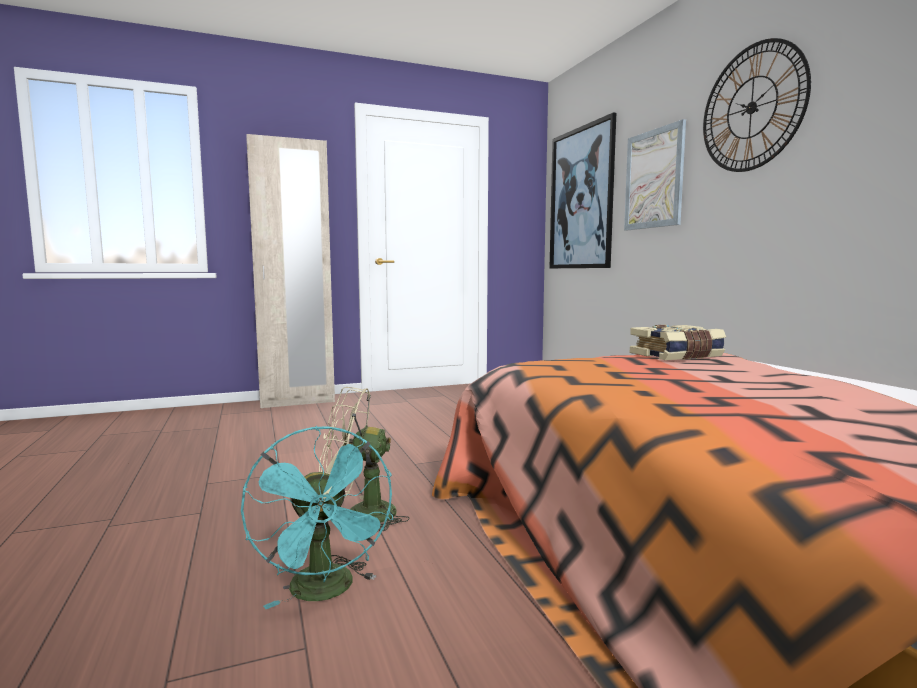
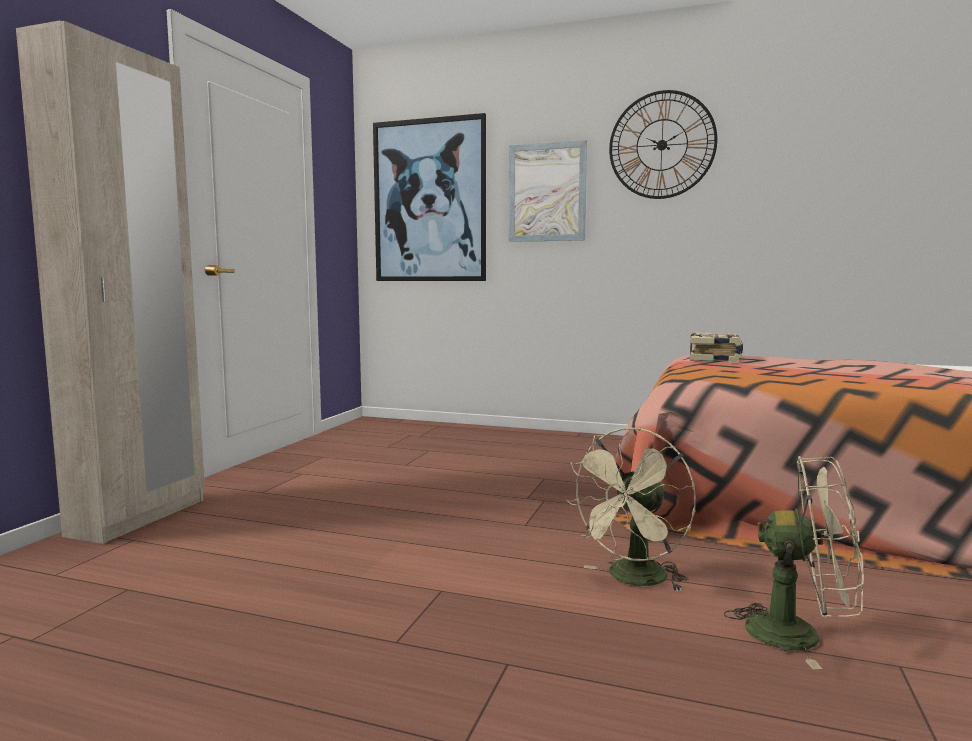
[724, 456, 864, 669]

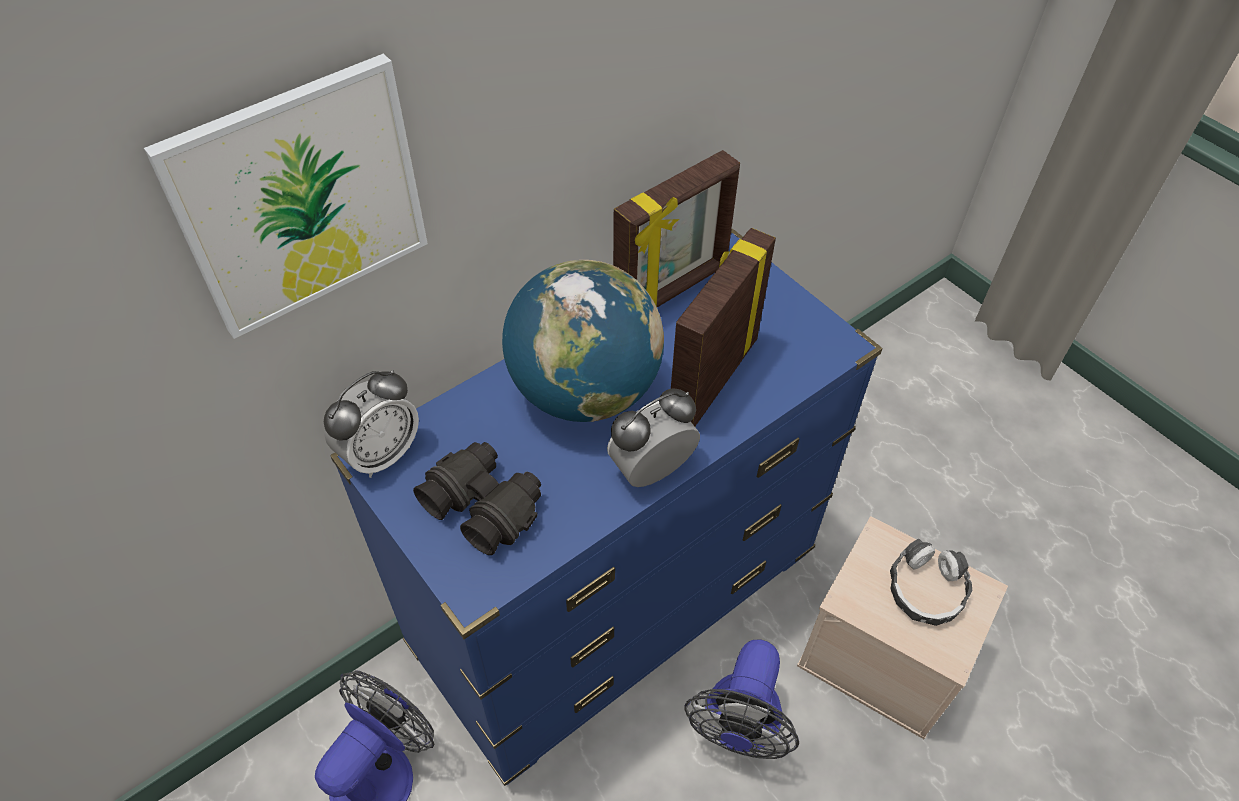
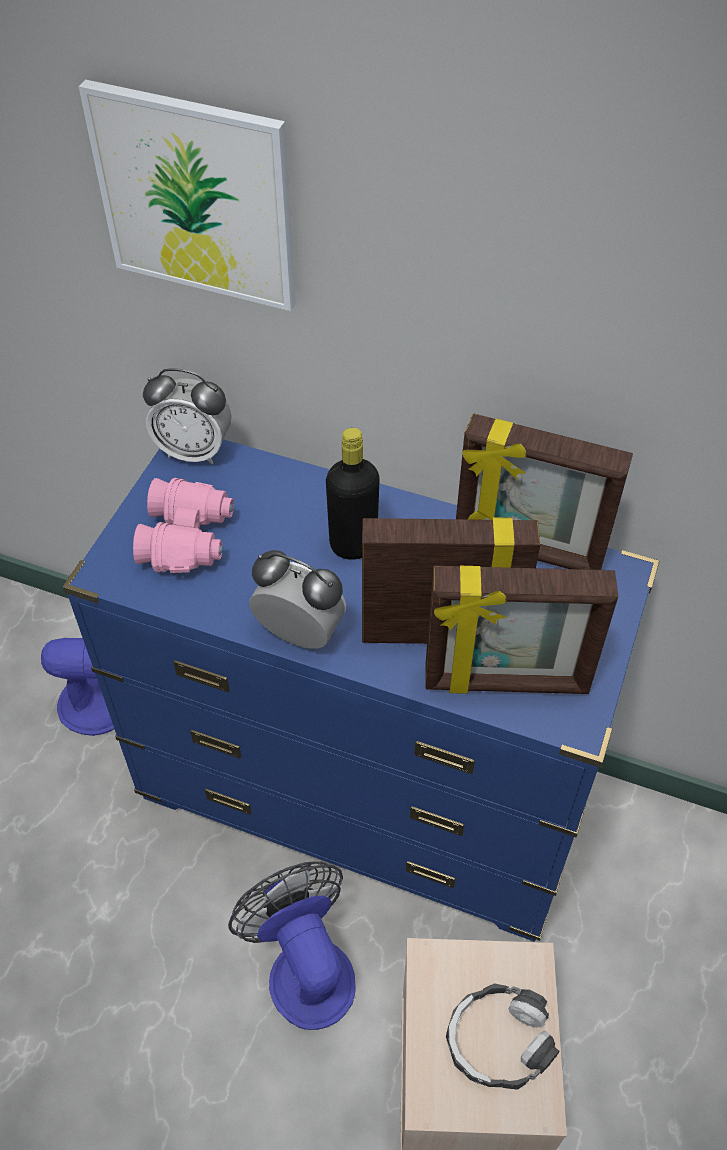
[133, 478, 234, 573]
[326, 428, 380, 560]
[228, 861, 356, 1030]
[425, 566, 618, 694]

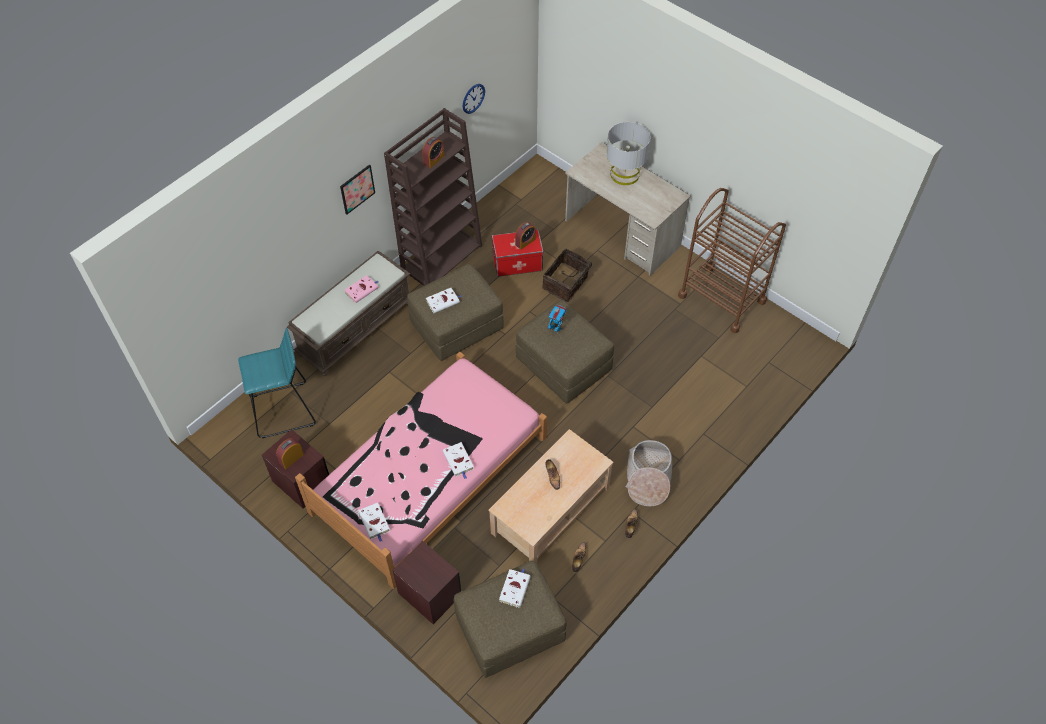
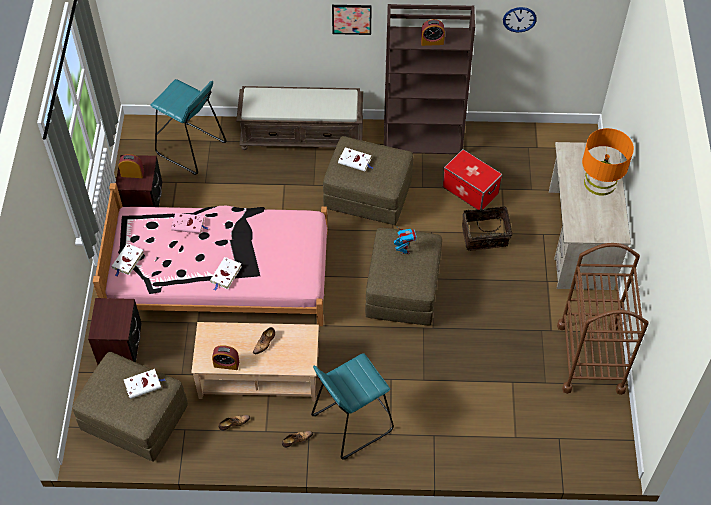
[171, 213, 209, 234]
[212, 345, 239, 370]
[582, 128, 634, 196]
[311, 353, 394, 459]

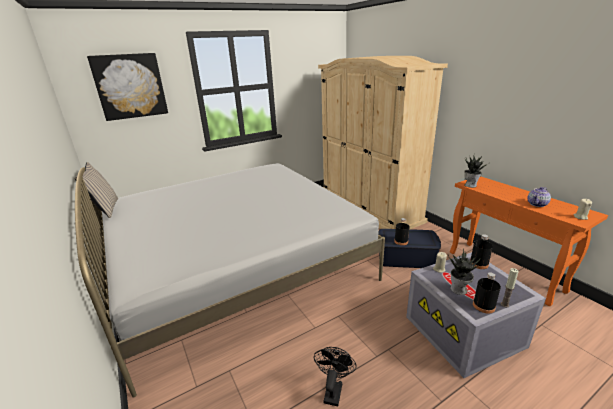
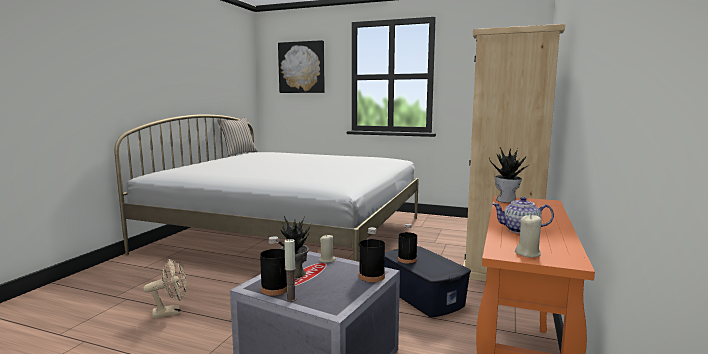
[143, 259, 187, 319]

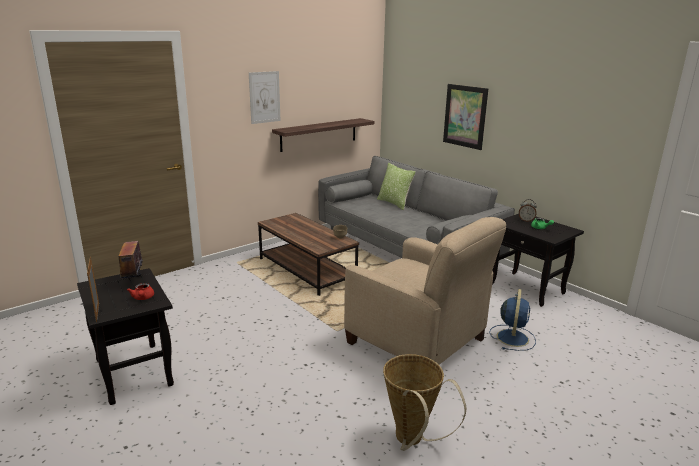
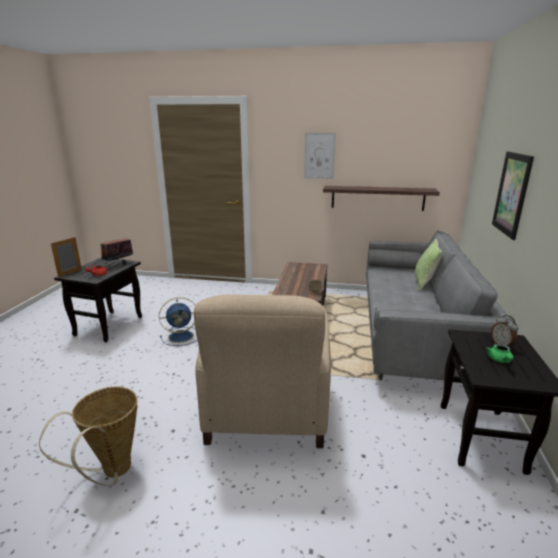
[159, 297, 197, 346]

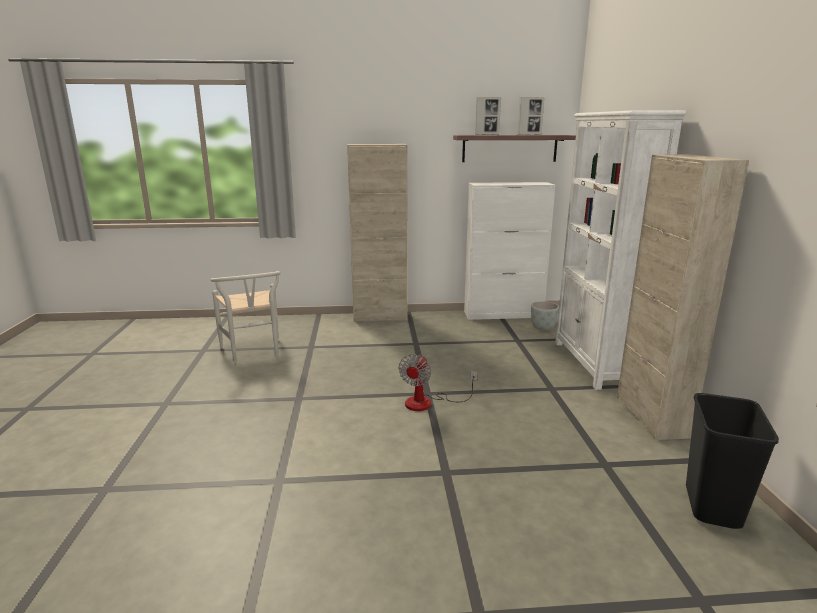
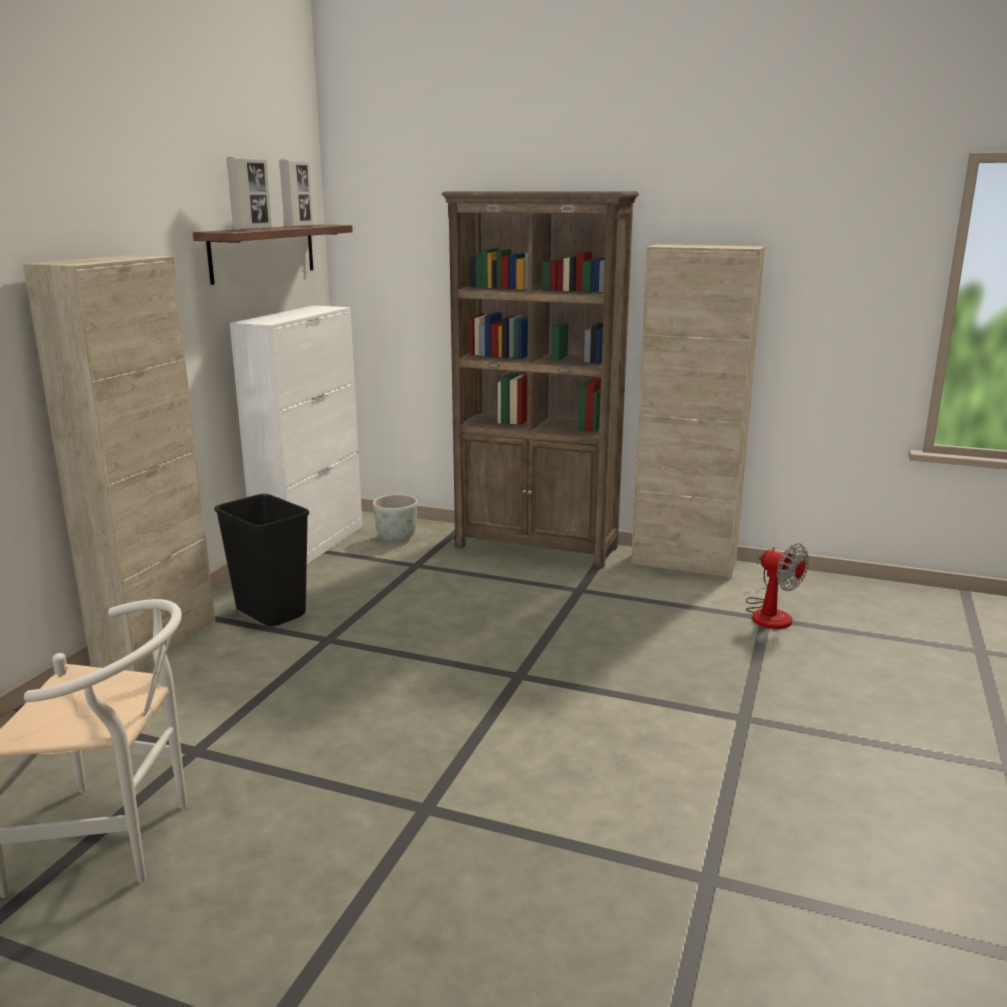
[746, 543, 809, 629]
[442, 191, 639, 568]
[215, 494, 309, 626]

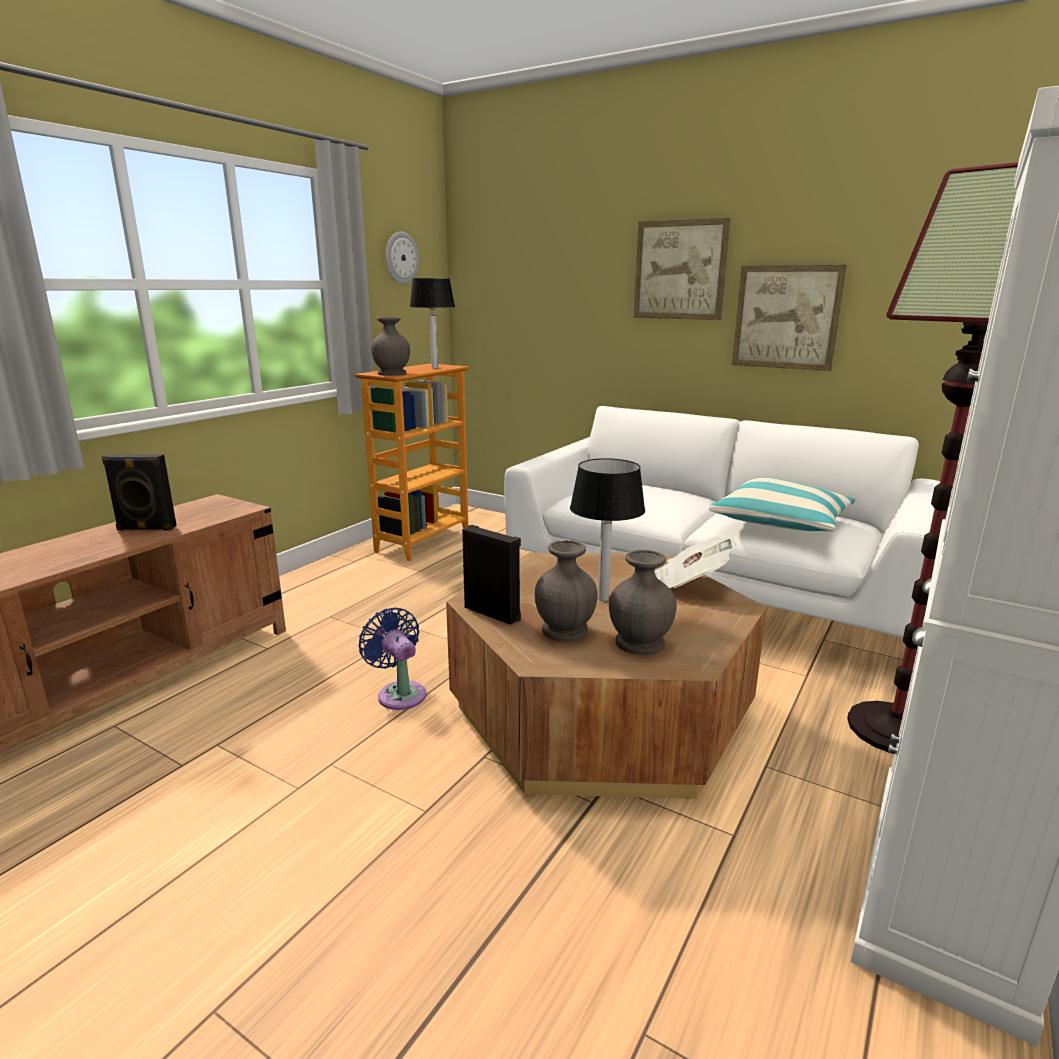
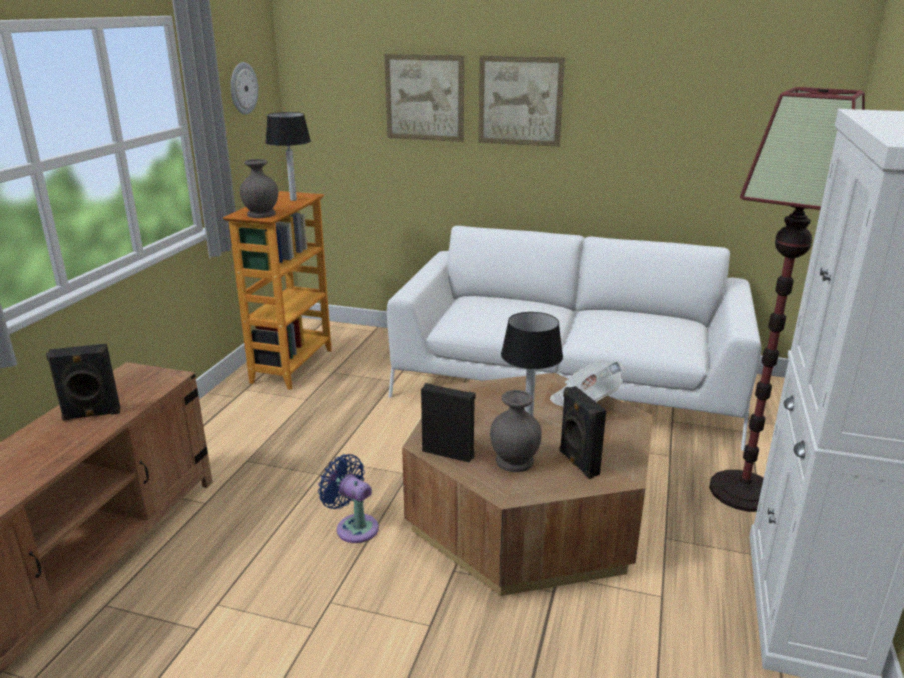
[559, 386, 606, 479]
[709, 477, 855, 531] (first image)
[384, 54, 464, 142]

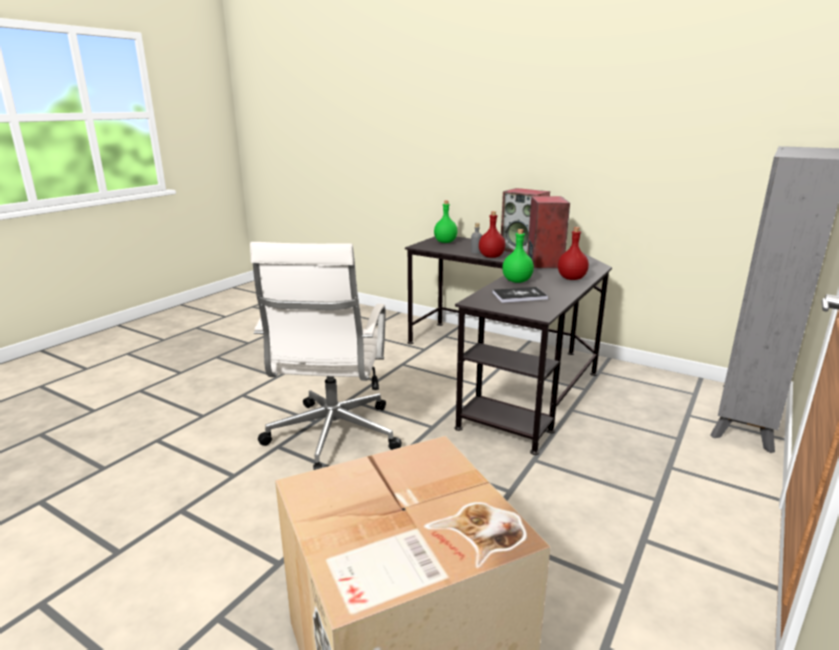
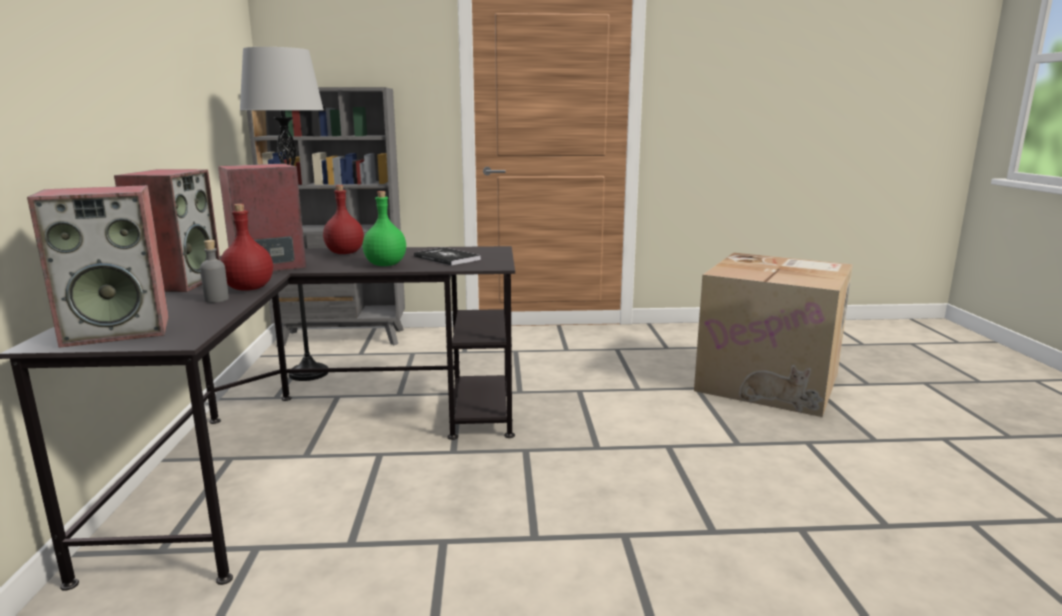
[250, 242, 402, 470] (first image)
[27, 185, 169, 348]
[240, 47, 329, 381]

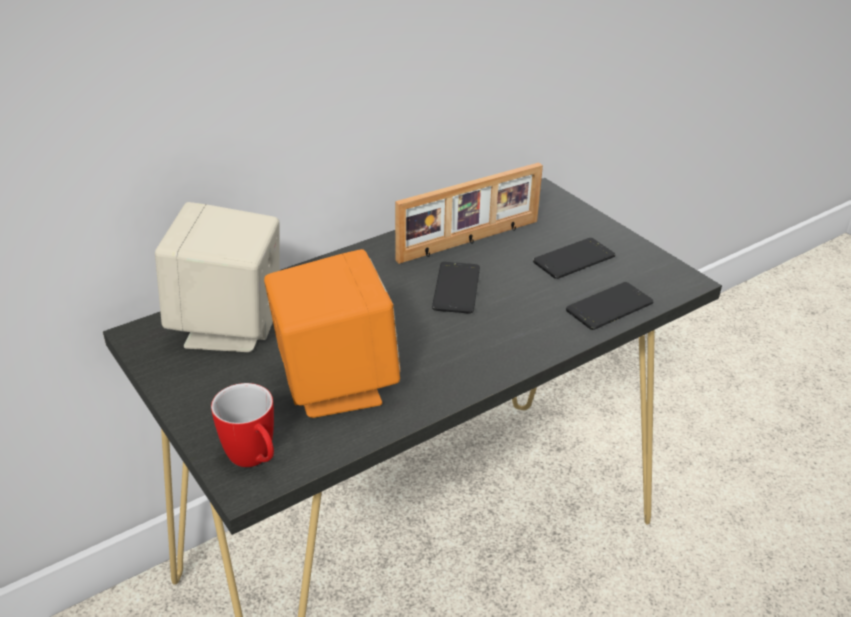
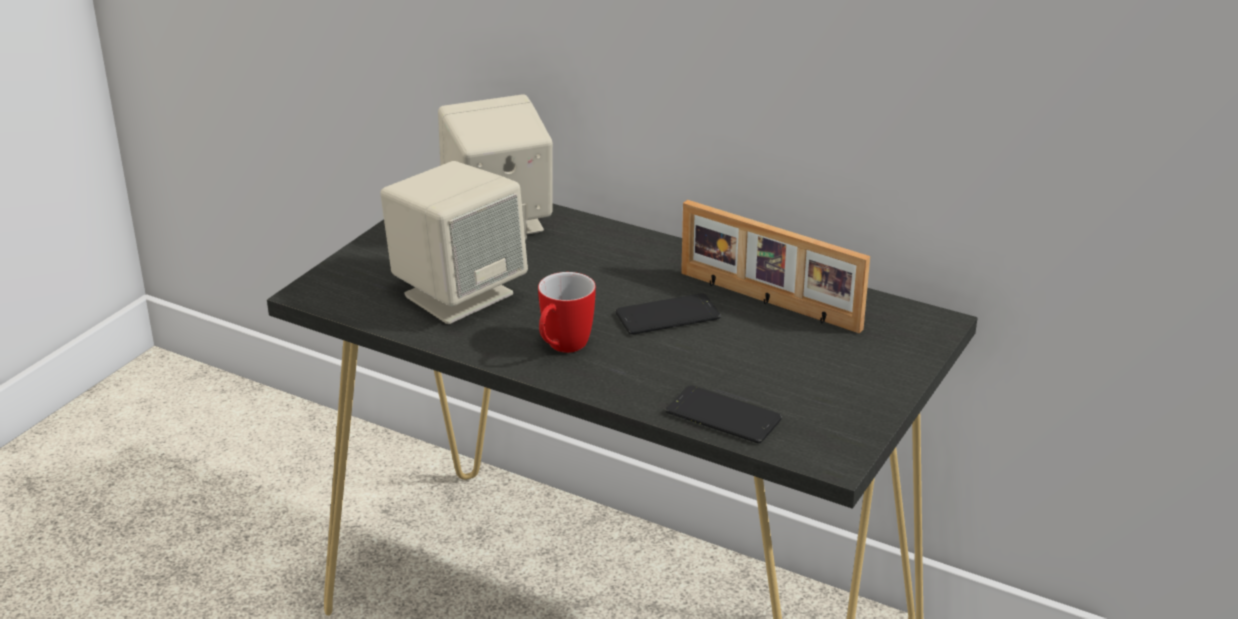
[538, 272, 596, 353]
[380, 161, 528, 324]
[533, 238, 615, 279] (first image)

